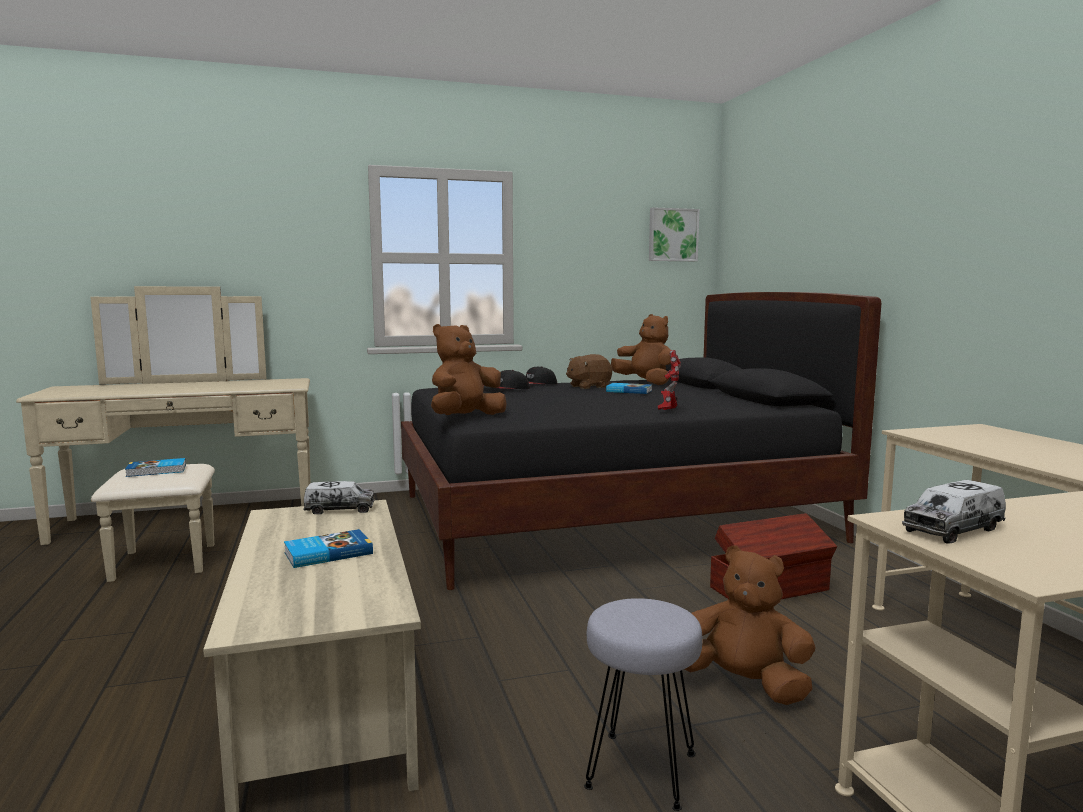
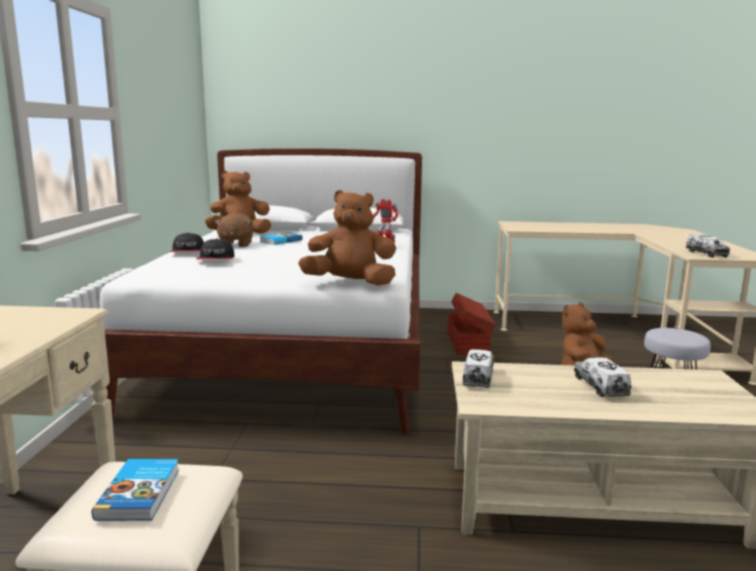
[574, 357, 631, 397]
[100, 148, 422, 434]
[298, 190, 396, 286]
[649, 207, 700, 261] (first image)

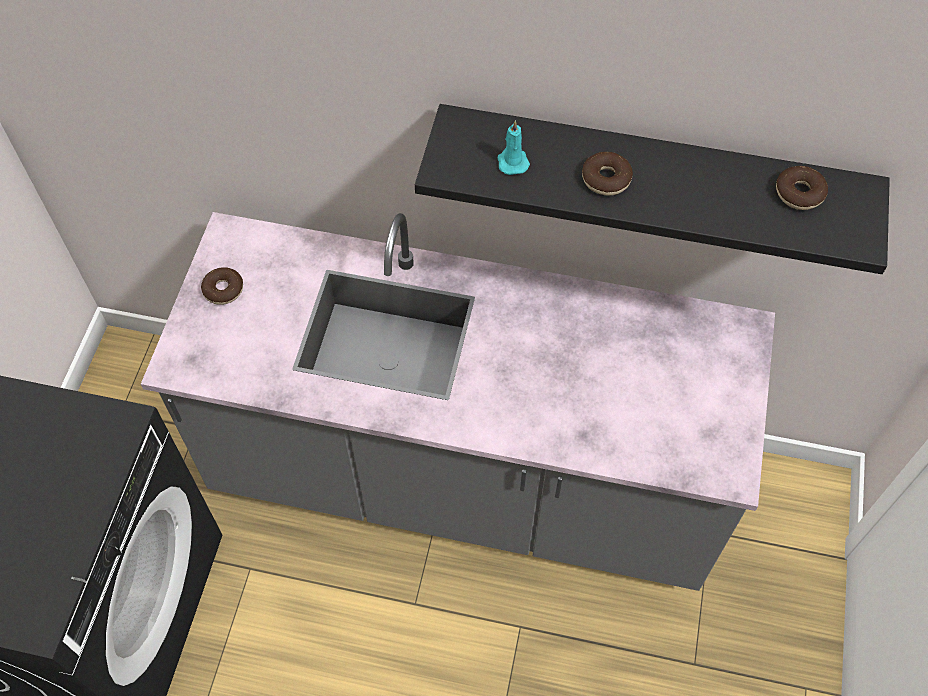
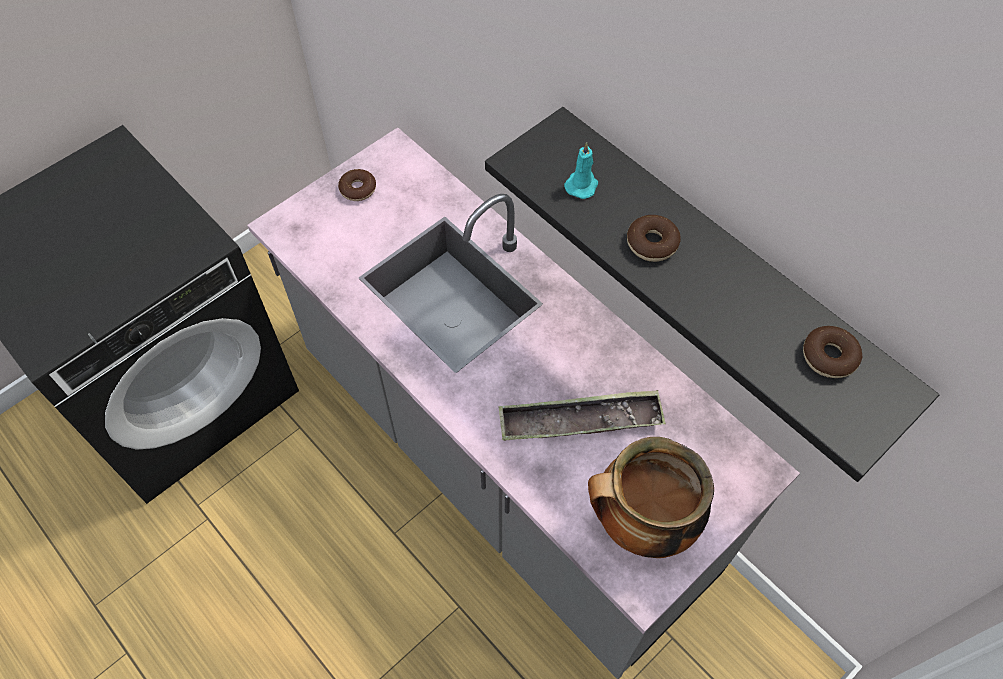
[498, 390, 666, 441]
[588, 437, 714, 558]

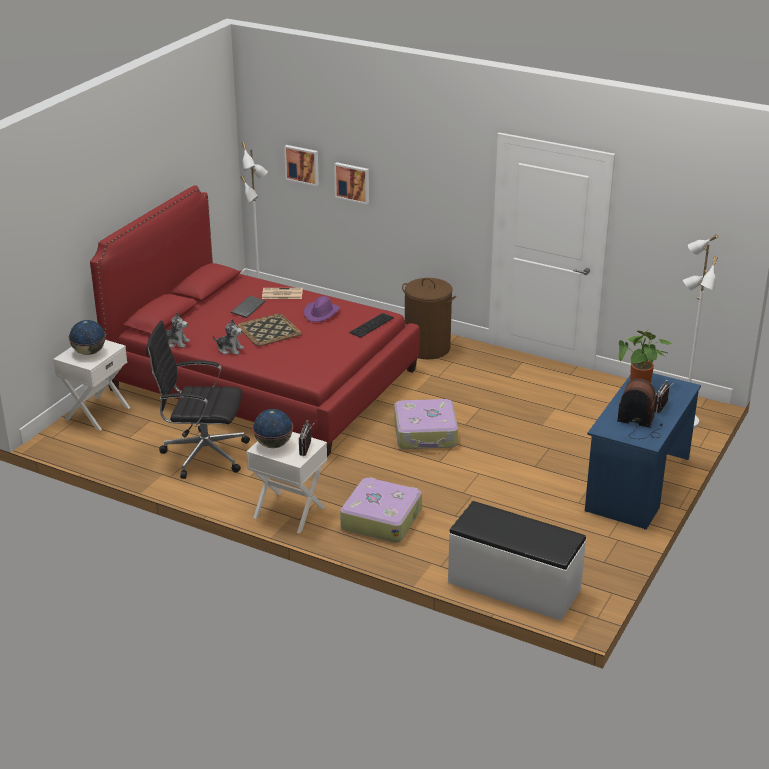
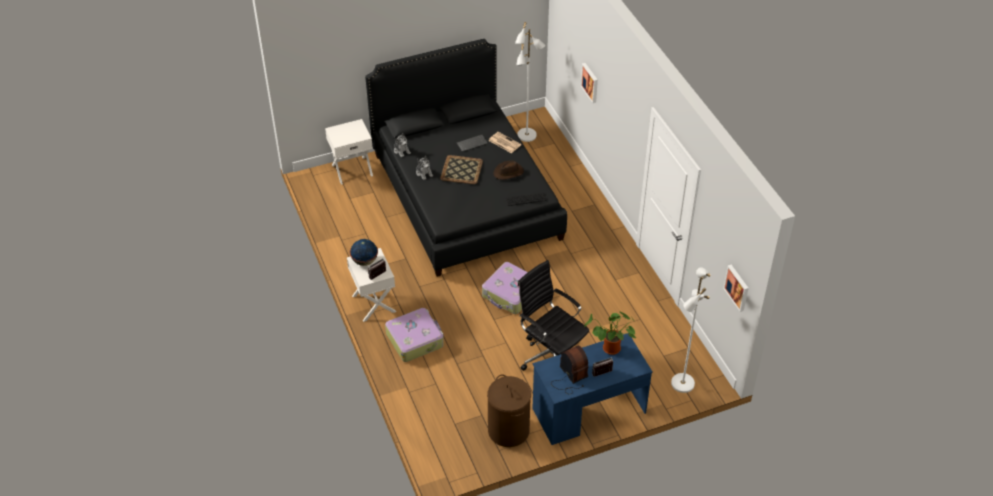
[69, 320, 106, 355] (first image)
[365, 39, 567, 277]
[518, 260, 589, 371]
[723, 265, 749, 312]
[493, 160, 524, 180]
[487, 374, 531, 447]
[448, 501, 586, 621] (first image)

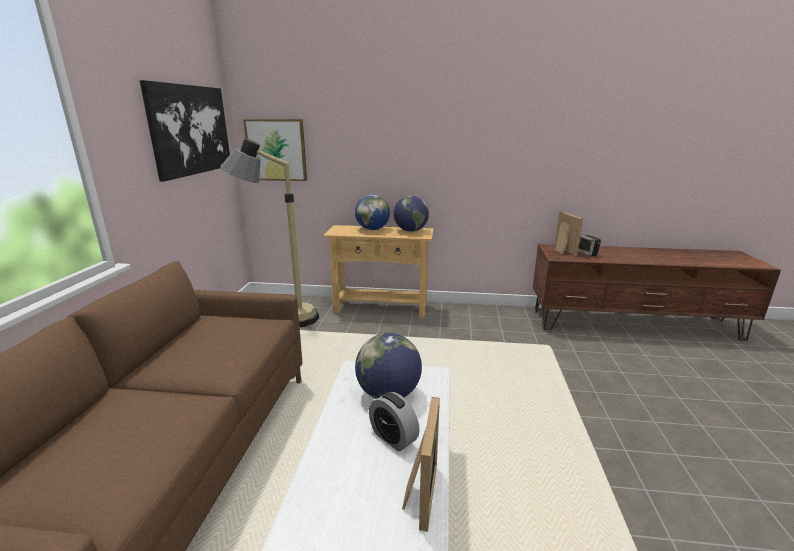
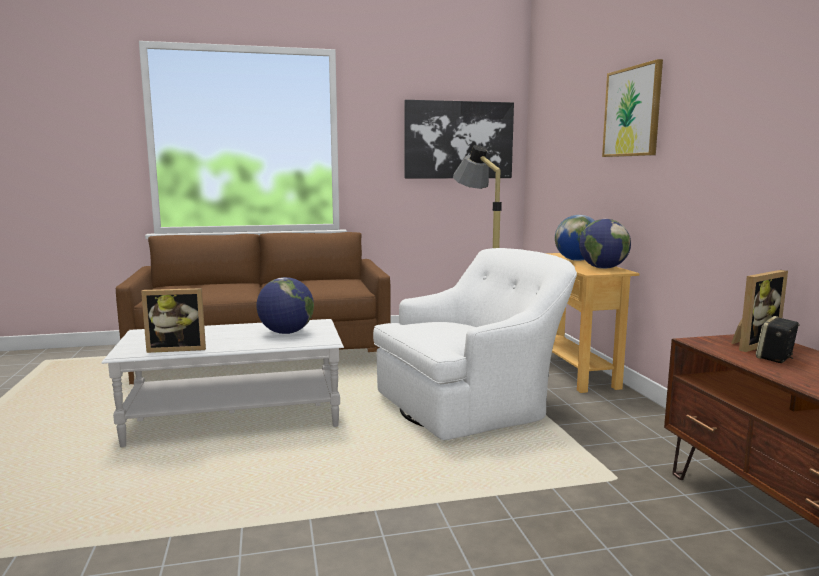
[602, 59, 663, 157]
[369, 392, 420, 451] (first image)
[373, 248, 577, 441]

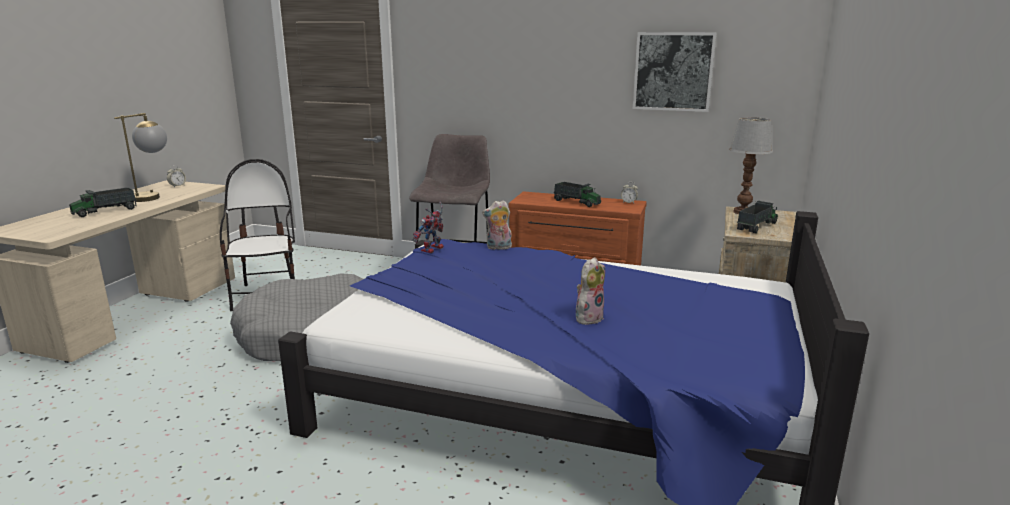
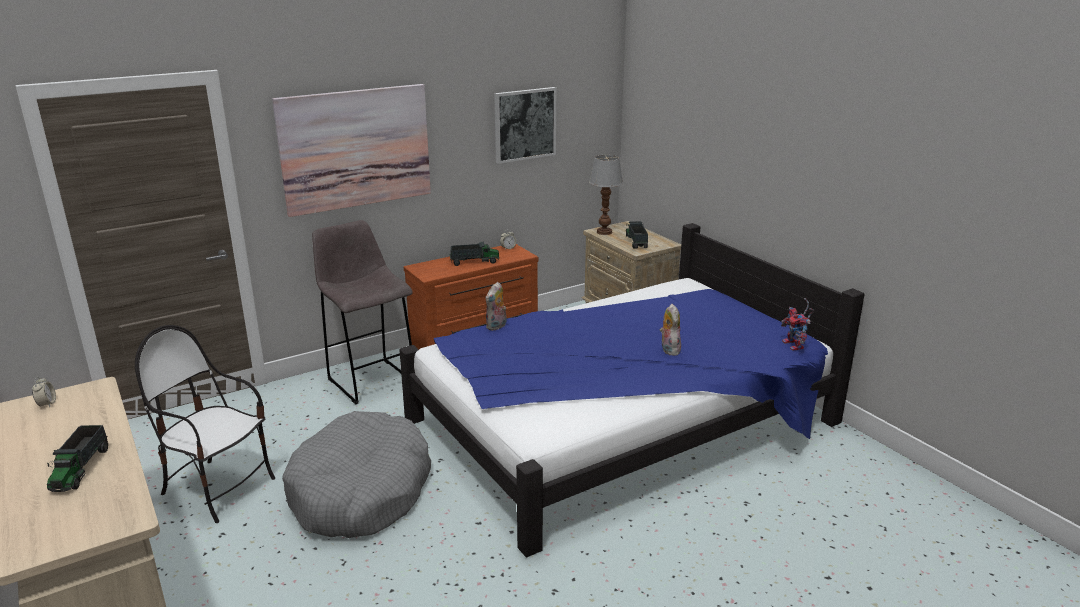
[114, 113, 167, 202] (first image)
[781, 298, 814, 351]
[272, 84, 431, 217]

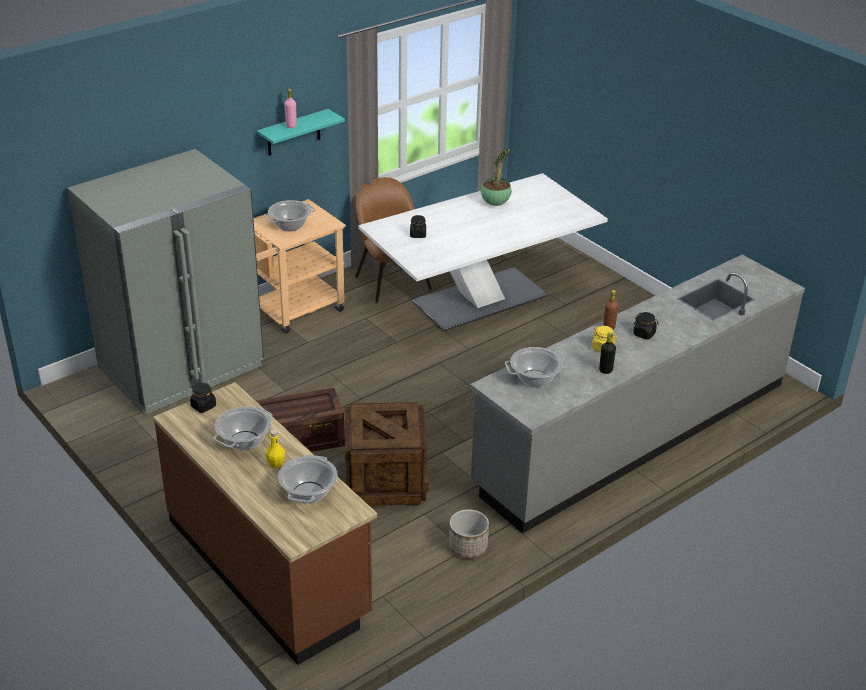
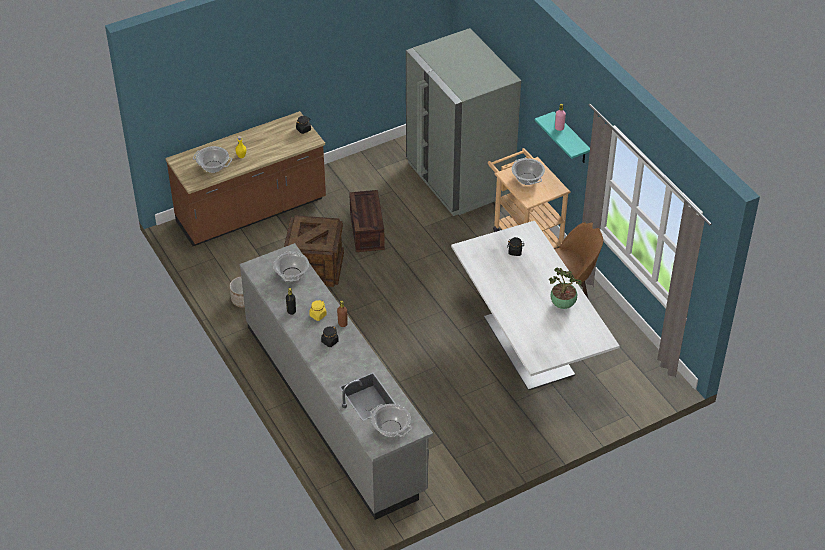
[370, 404, 412, 437]

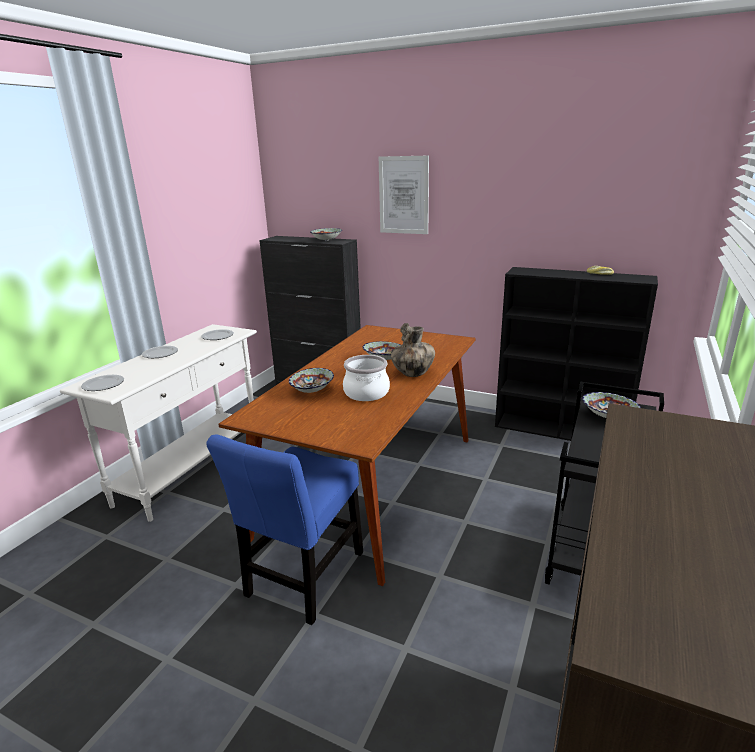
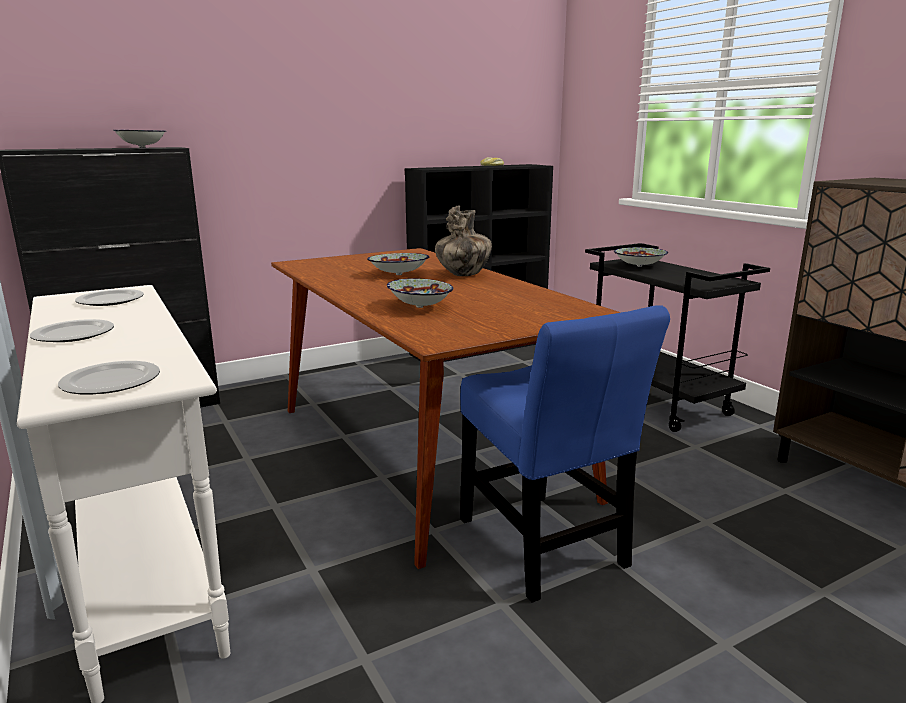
[343, 355, 390, 401] (first image)
[379, 156, 429, 234] (first image)

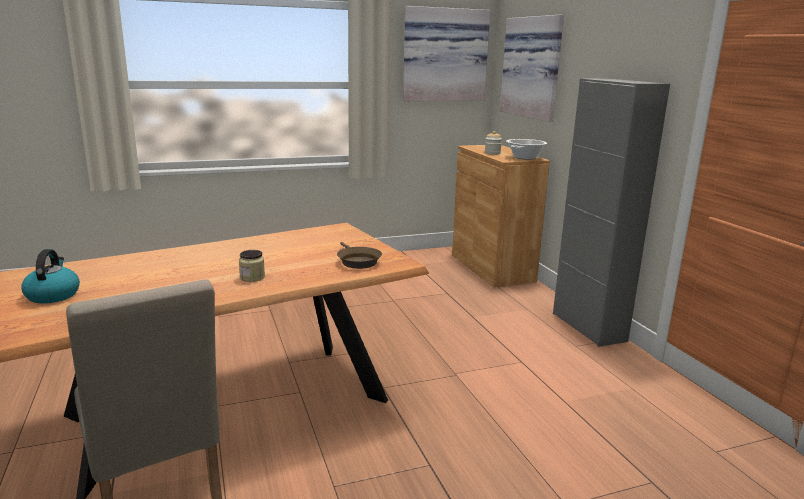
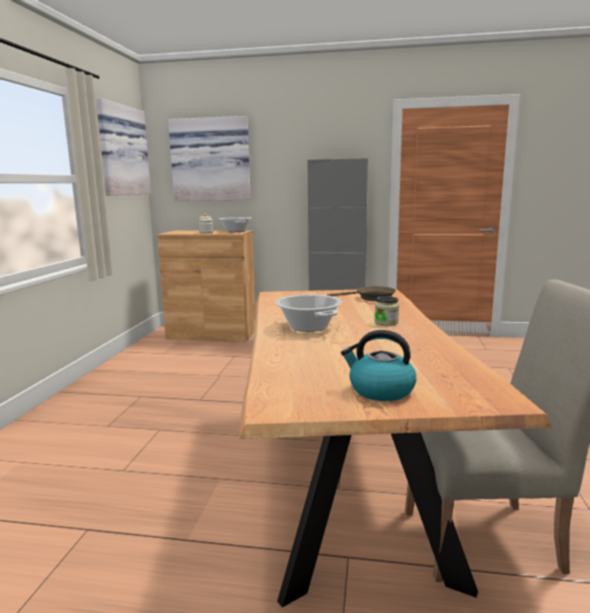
[275, 294, 342, 332]

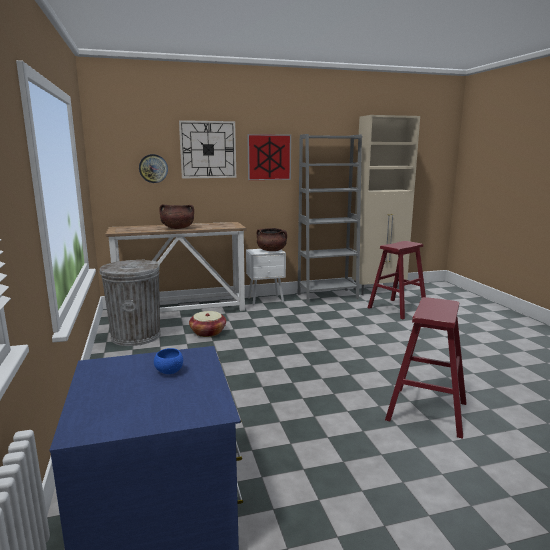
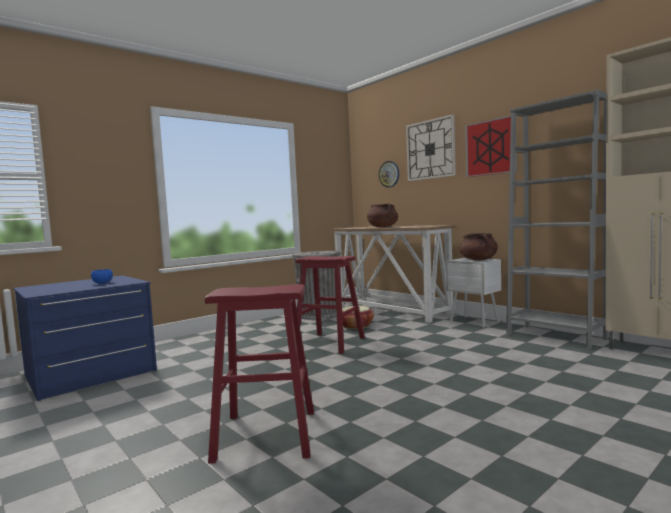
[295, 256, 365, 354]

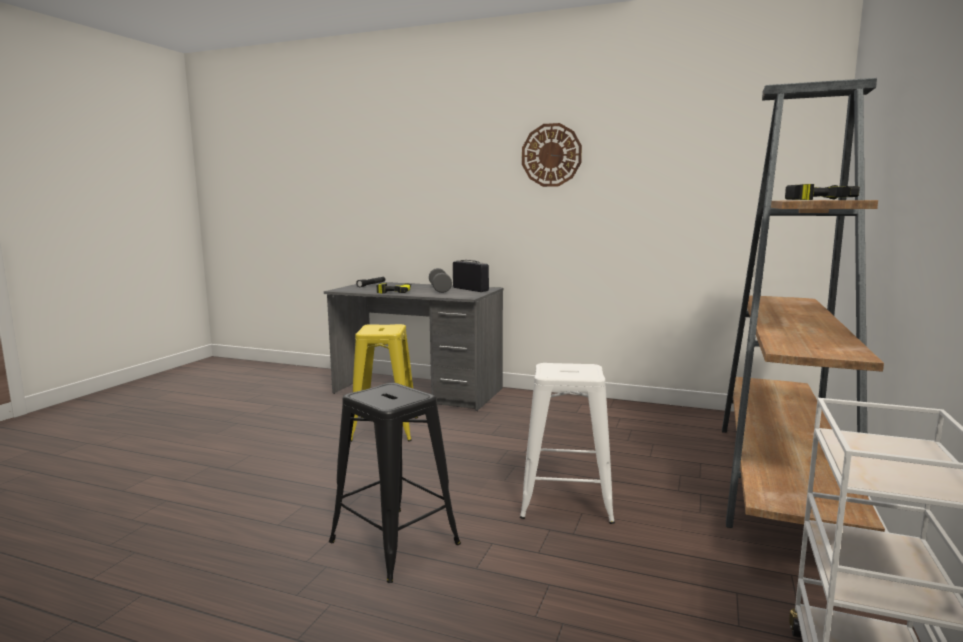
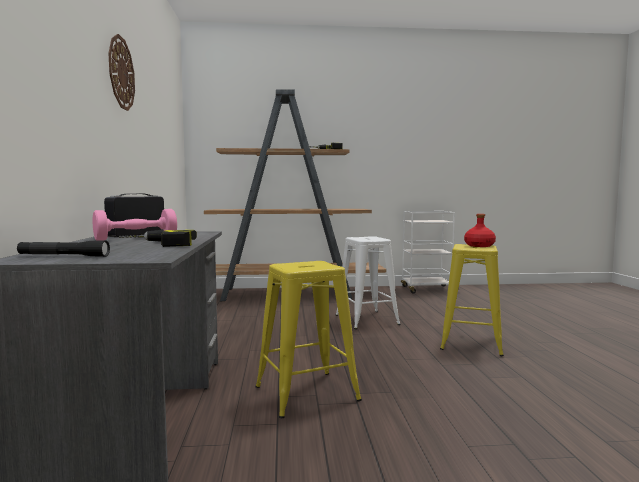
[440, 244, 504, 356]
[93, 209, 177, 241]
[464, 214, 496, 247]

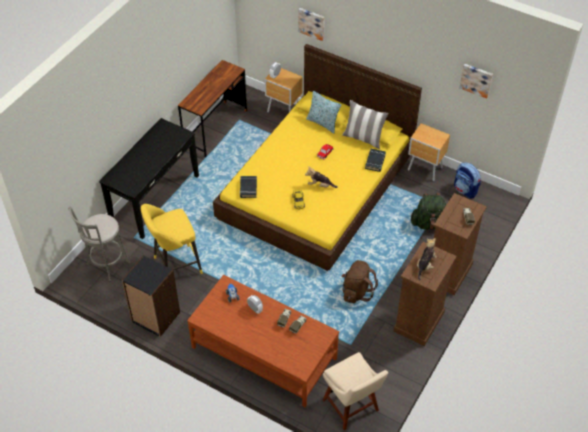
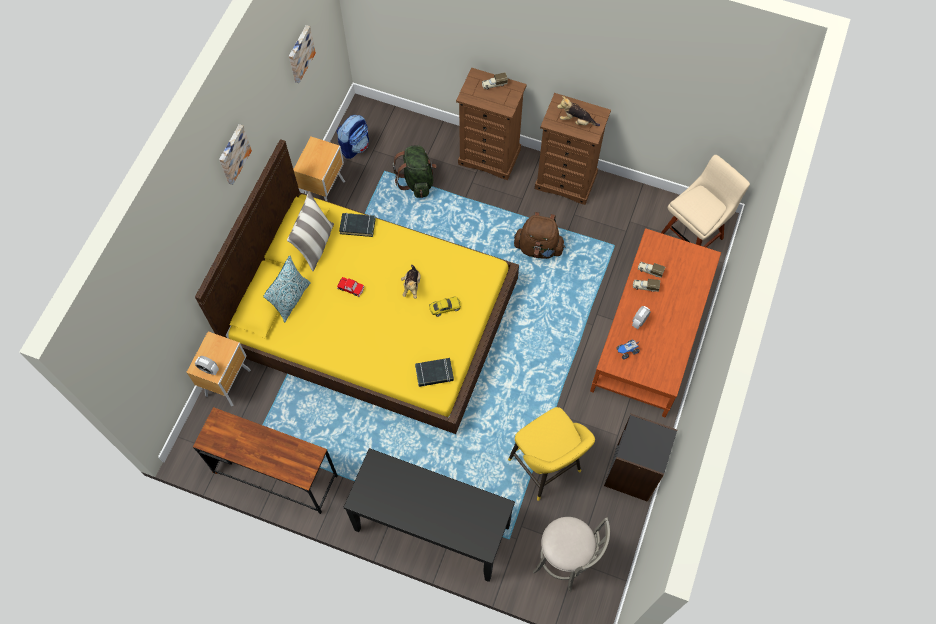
[219, 124, 252, 185]

